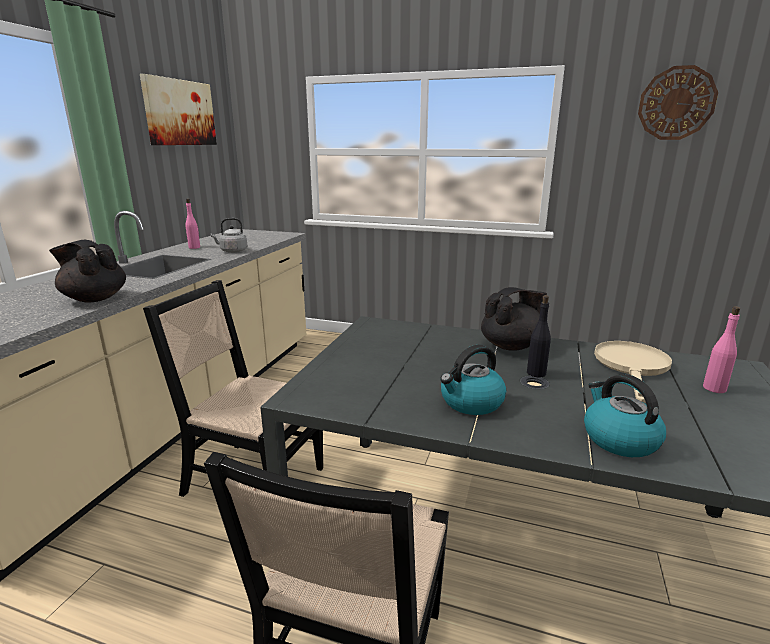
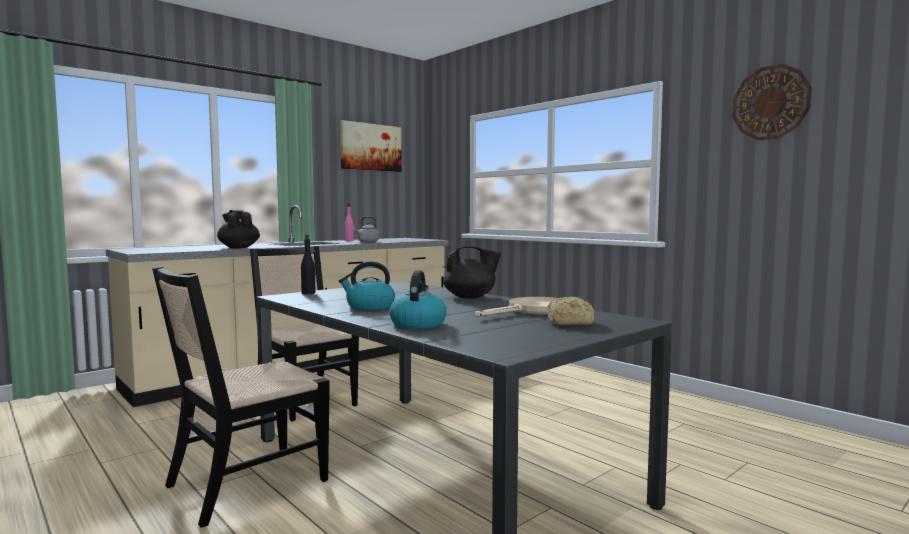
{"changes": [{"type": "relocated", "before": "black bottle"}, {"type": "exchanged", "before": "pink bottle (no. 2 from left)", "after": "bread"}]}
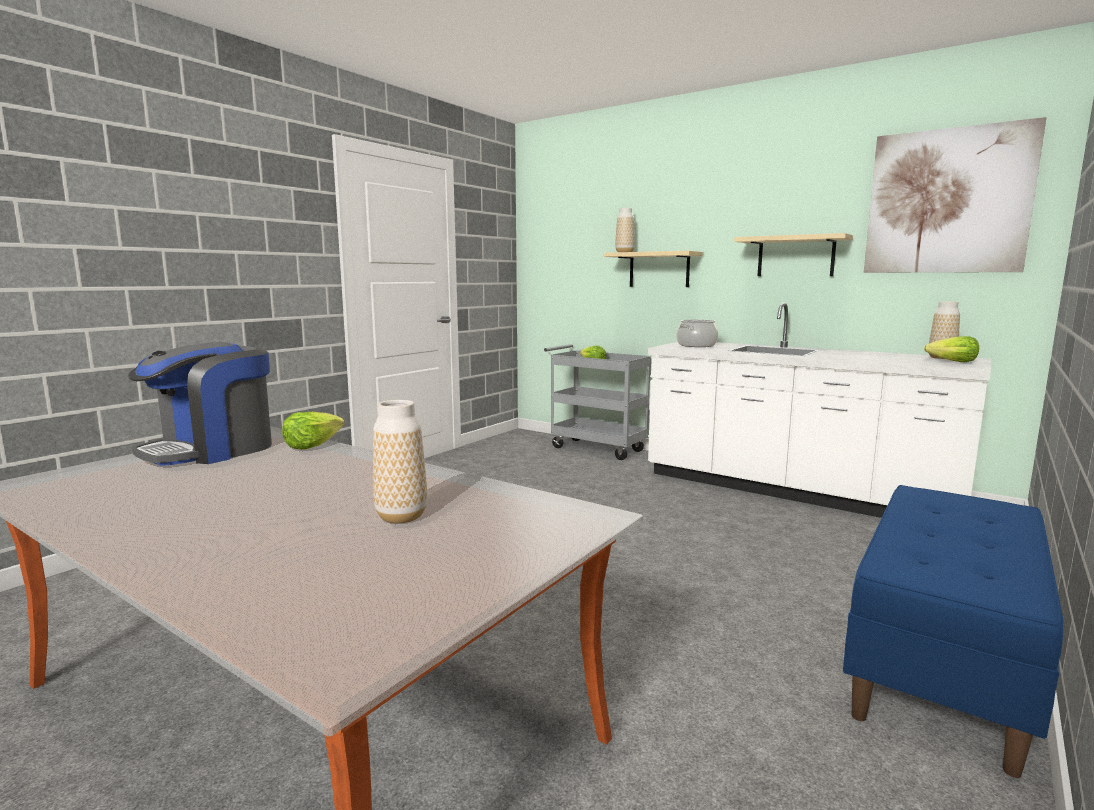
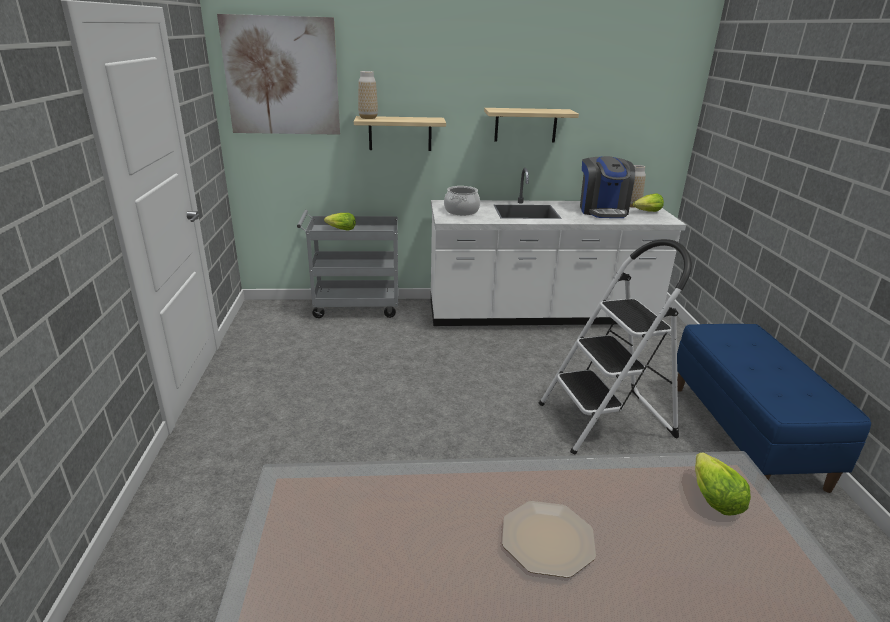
{"changes": [{"type": "relocated", "before": "picture"}, {"type": "relocated", "before": "coffee machine"}, {"type": "missing", "before": "vase (no. 1 from left)"}, {"type": "relocated", "before": "lettuce (no. 1 from left in the first image)", "after": "lettuce (no. 3 from left)"}, {"type": "appeared", "after": "step ladder"}, {"type": "appeared", "after": "plate"}]}
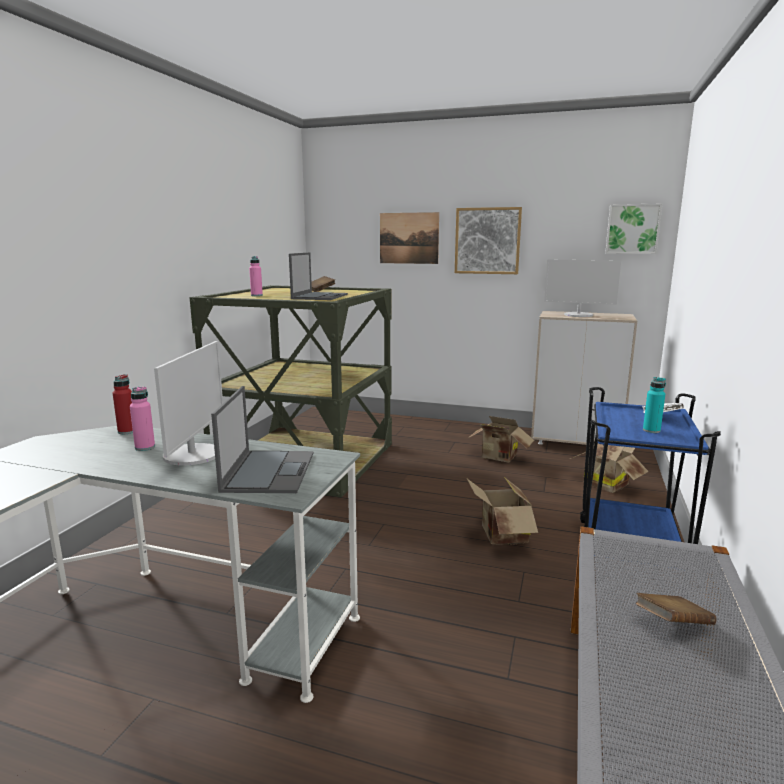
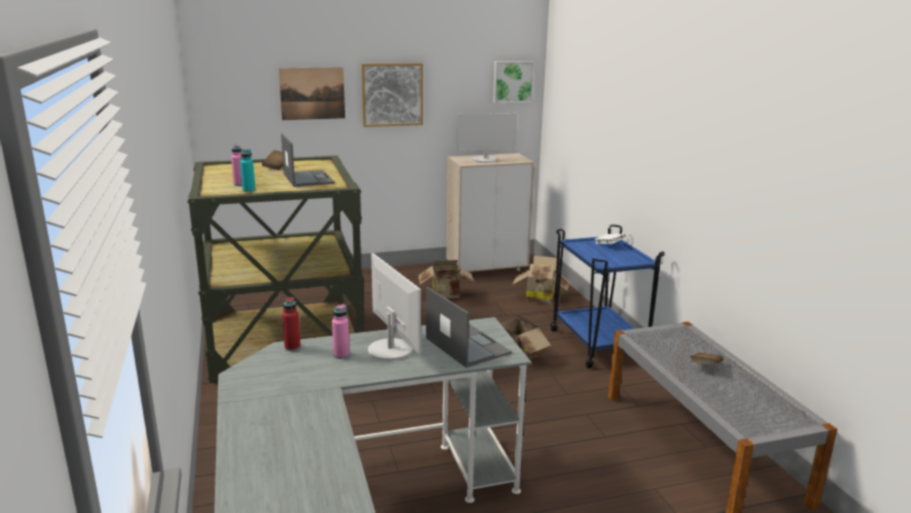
{"changes": [{"type": "relocated", "before": "turquoise bottle"}]}
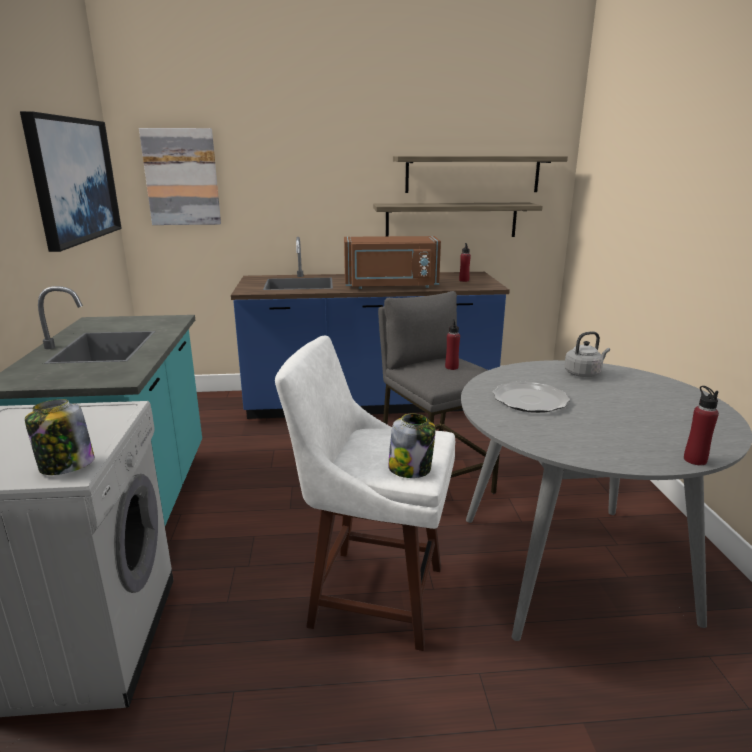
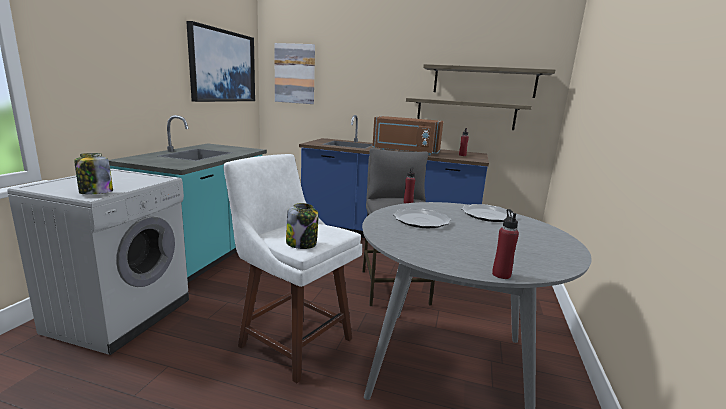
{"changes": [{"type": "exchanged", "before": "grey kettle", "after": "plate (no. 2 from left)"}]}
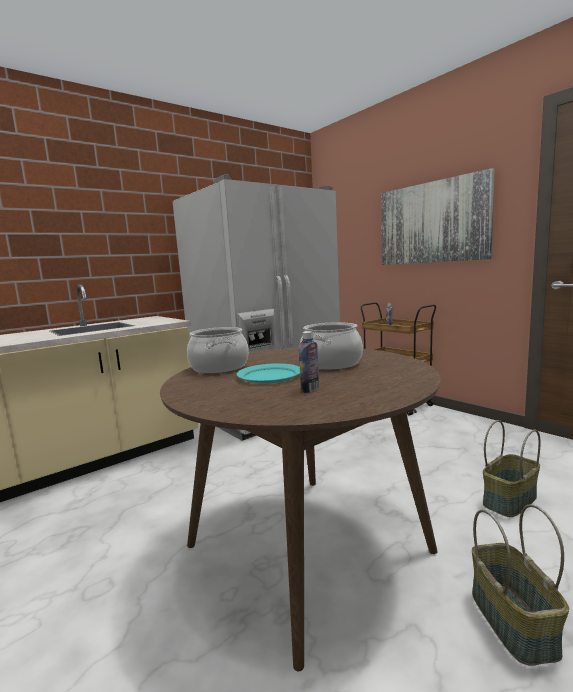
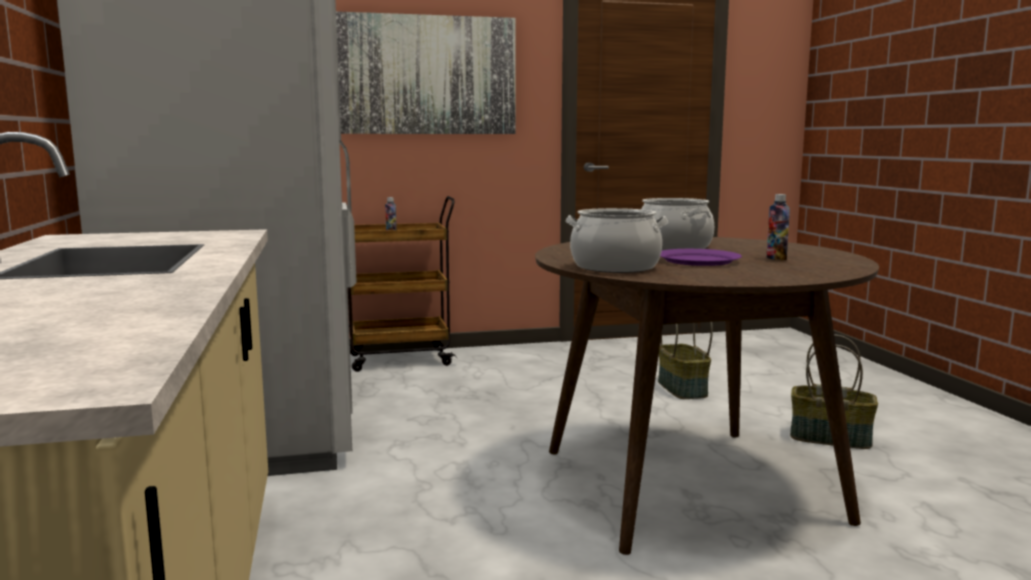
{"changes": [{"type": "colour", "before": "turquoise plate", "after": "purple plate"}]}
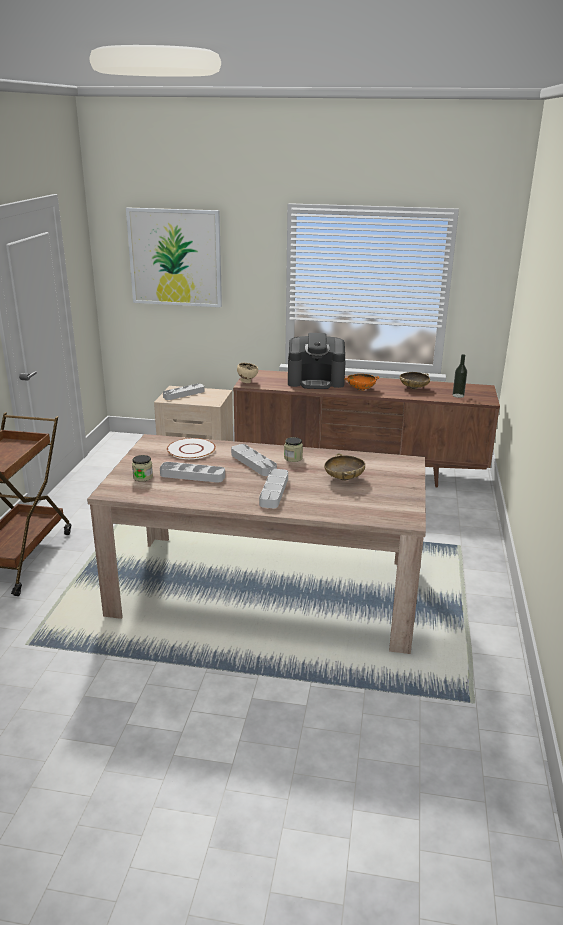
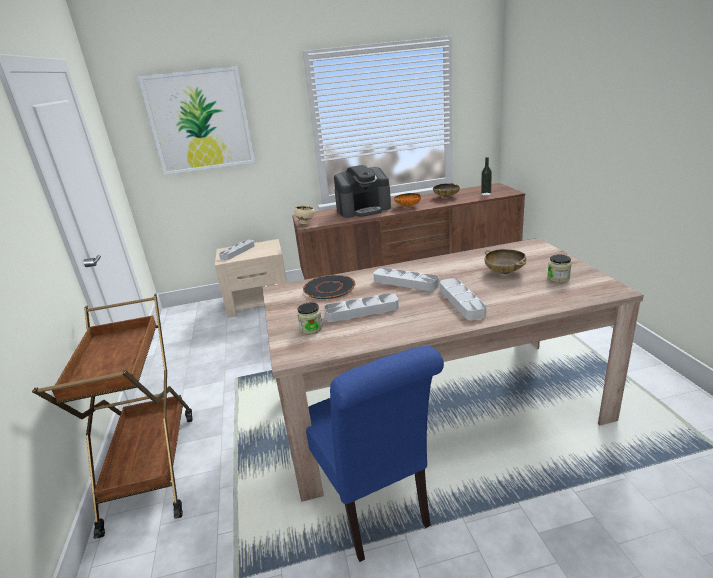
{"changes": [{"type": "relocated", "before": "jar (no. 2 from left)"}, {"type": "colour", "before": "white plate", "after": "black plate"}, {"type": "appeared", "after": "blue chair"}]}
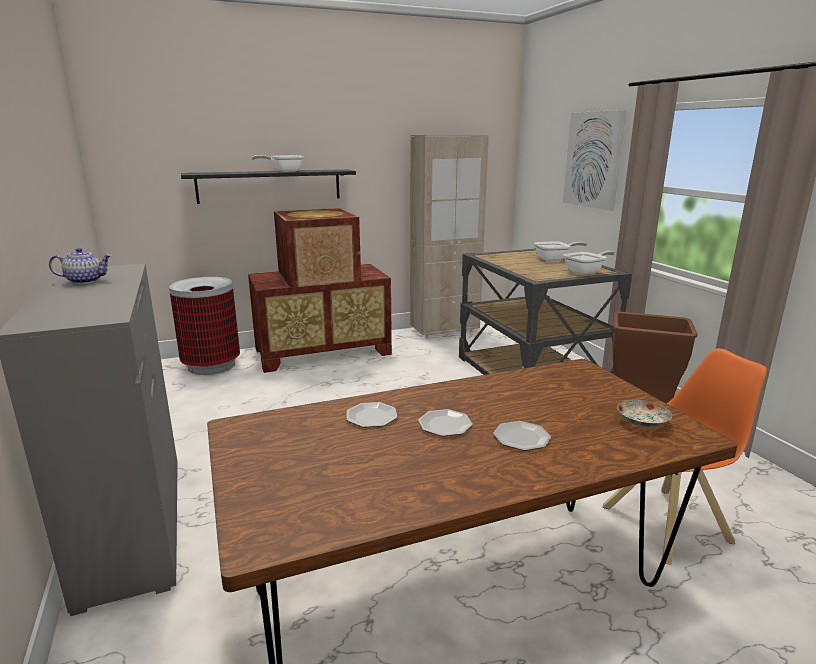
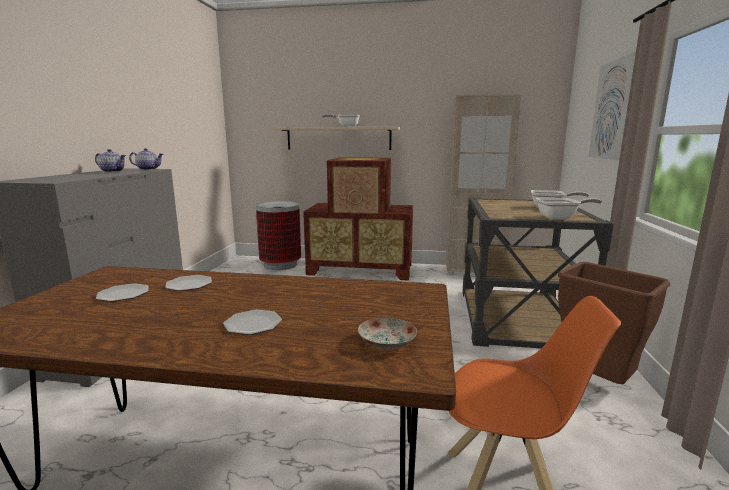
{"changes": [{"type": "colour", "before": "black shelf", "after": "beige shelf"}, {"type": "relocated", "before": "plate (no. 2 from left in the first image)", "after": "plate (no. 1 from left)"}, {"type": "appeared", "after": "teapot (no. 2 from left)"}]}
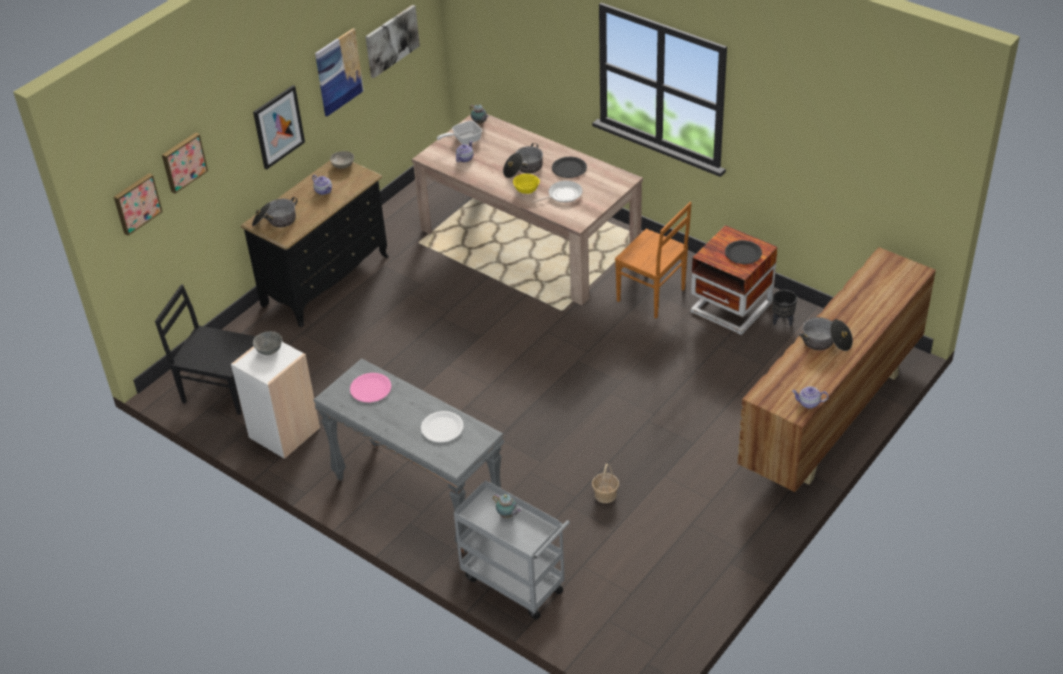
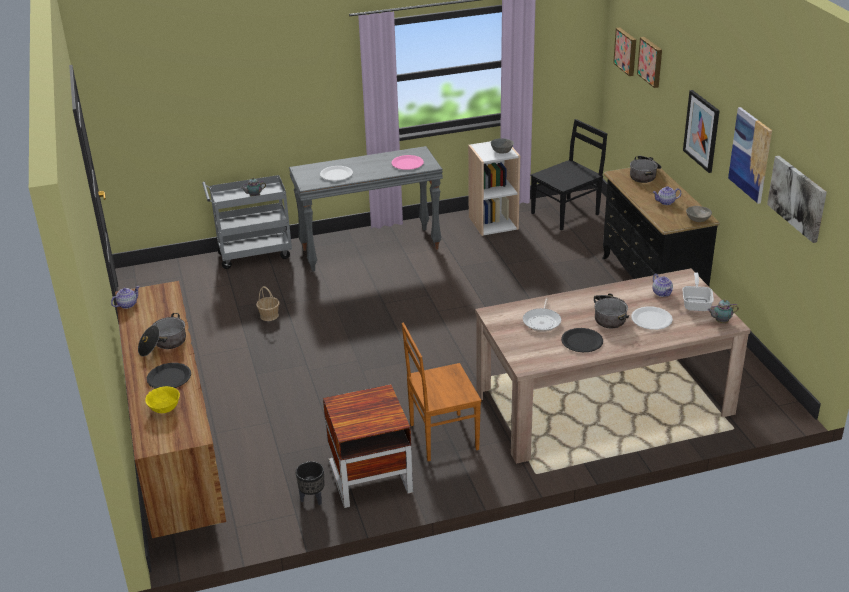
{"changes": [{"type": "relocated", "before": "yellow bowl"}, {"type": "relocated", "before": "black plate (no. 2 from left in the first image)", "after": "black plate (no. 1 from left)"}, {"type": "appeared", "after": "white plate (no. 2 from left)"}]}
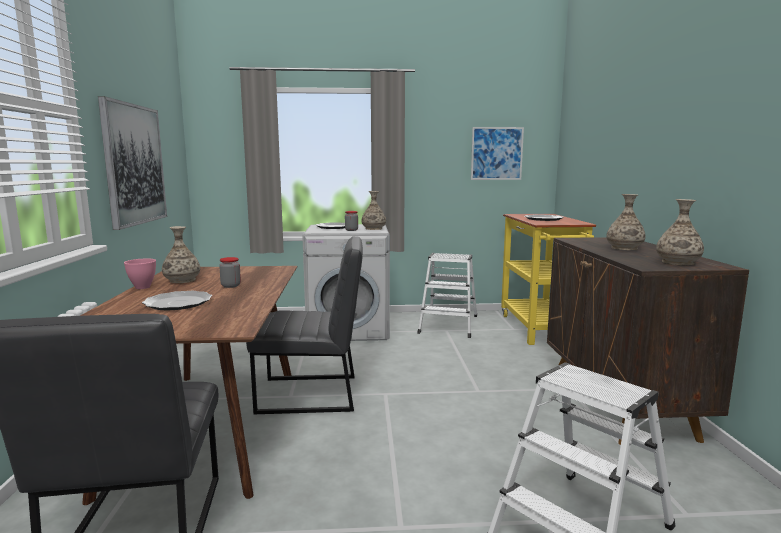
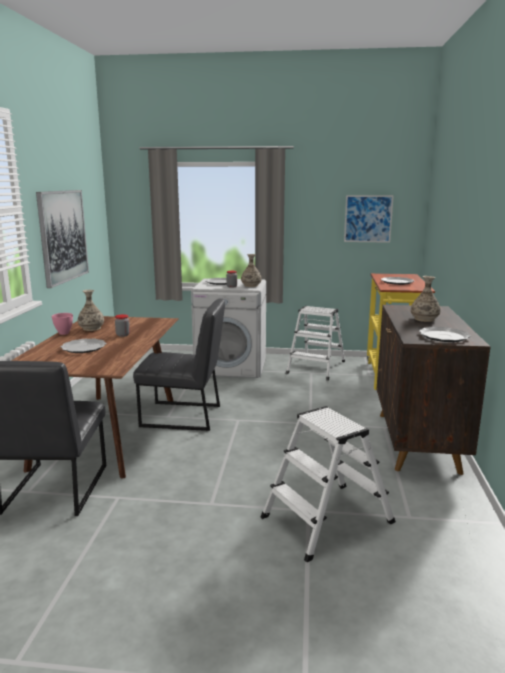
{"changes": [{"type": "exchanged", "before": "vase (no. 4 from left)", "after": "plate (no. 4 from left)"}]}
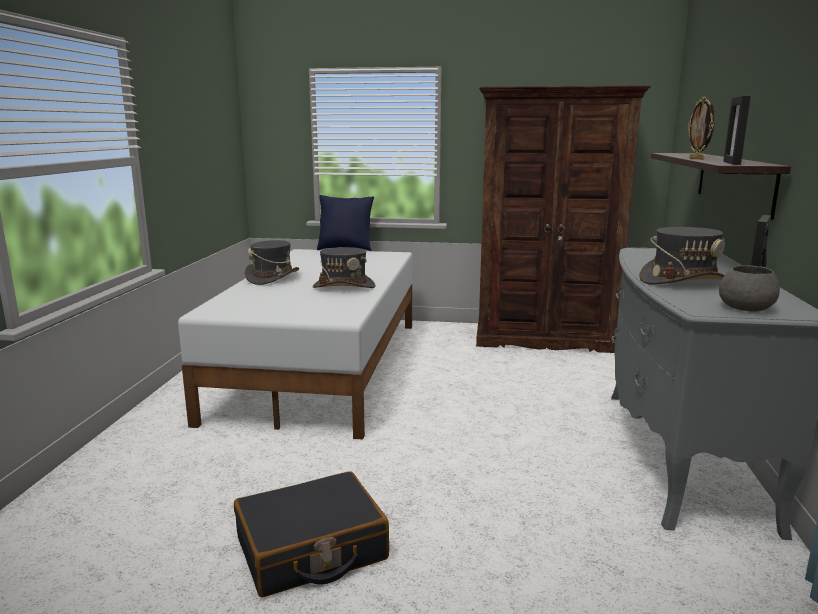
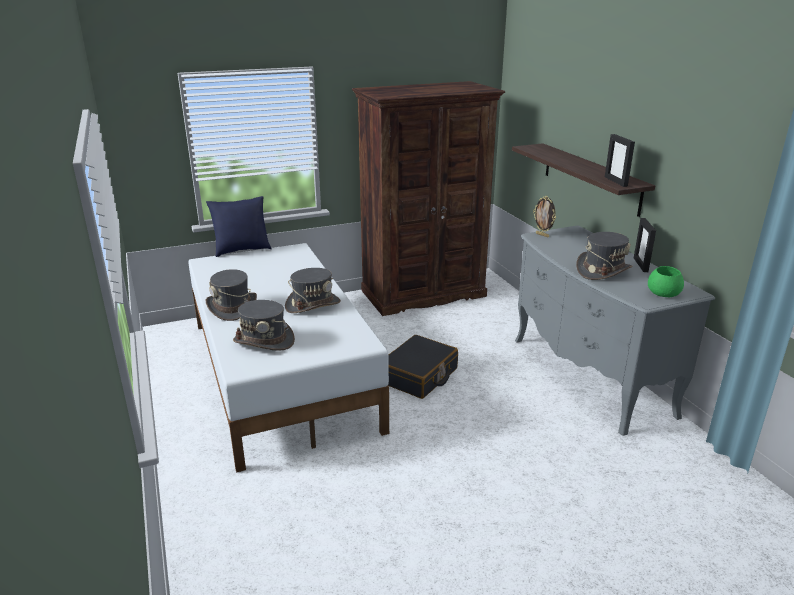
{"changes": [{"type": "relocated", "before": "picture frame (no. 1 from left)"}, {"type": "colour", "before": "grey bowl", "after": "green bowl"}, {"type": "relocated", "before": "black suitcase"}, {"type": "appeared", "after": "grey hat (no. 2 from left)"}]}
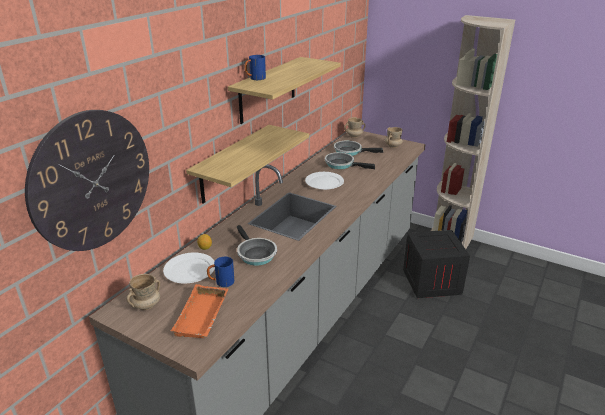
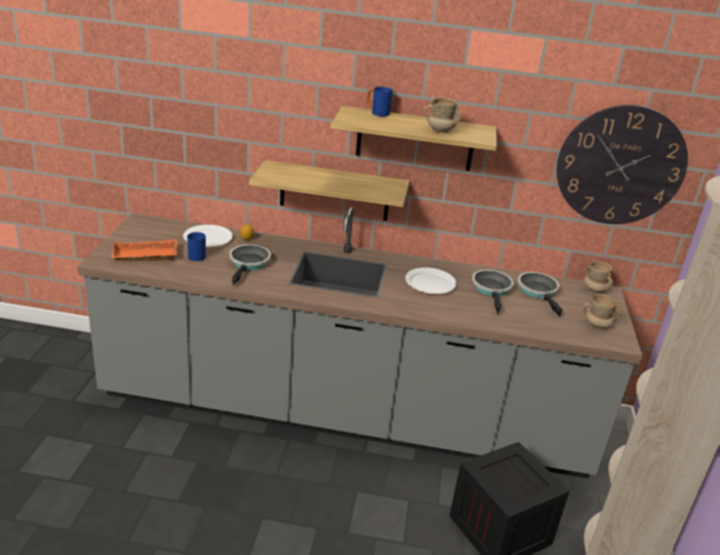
{"changes": [{"type": "relocated", "before": "wall clock"}, {"type": "spun", "before": "frying pan (no. 1 from left)", "turn": 150}, {"type": "relocated", "before": "beige mug (no. 1 from left)"}]}
